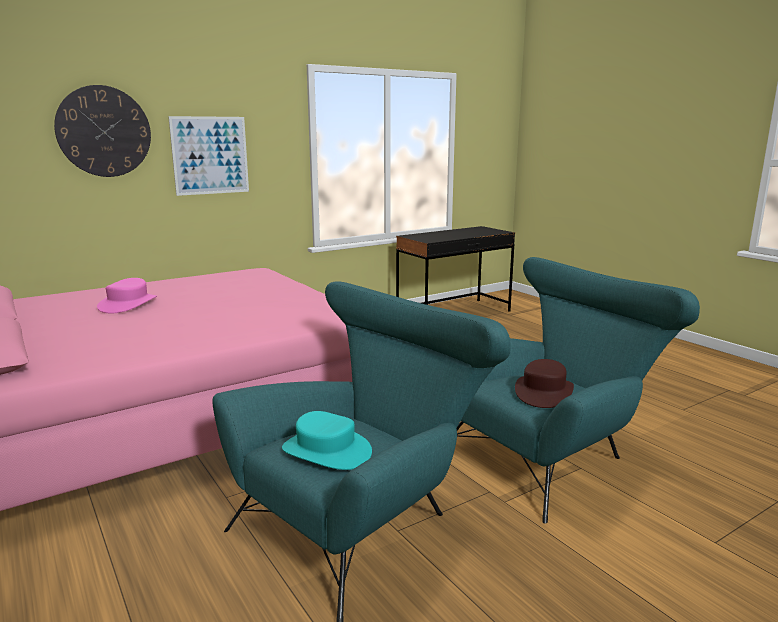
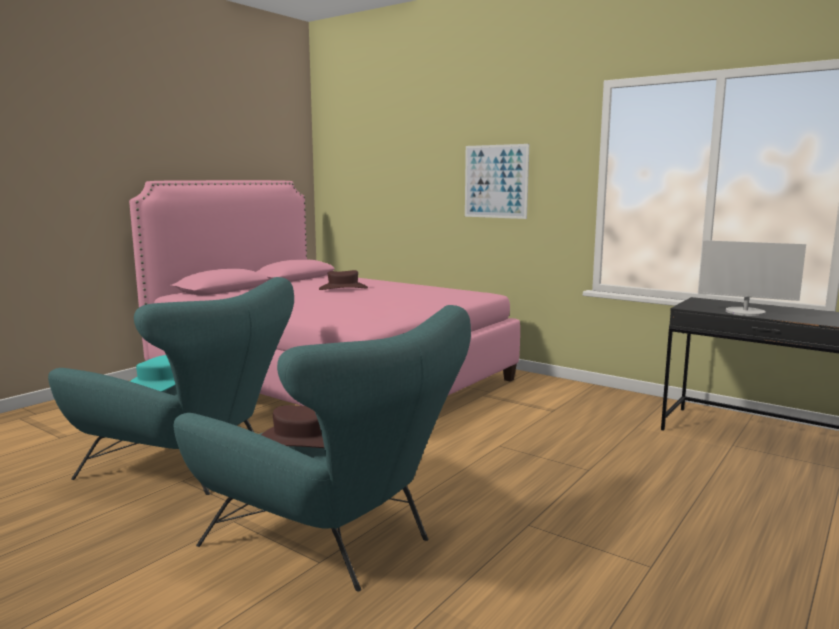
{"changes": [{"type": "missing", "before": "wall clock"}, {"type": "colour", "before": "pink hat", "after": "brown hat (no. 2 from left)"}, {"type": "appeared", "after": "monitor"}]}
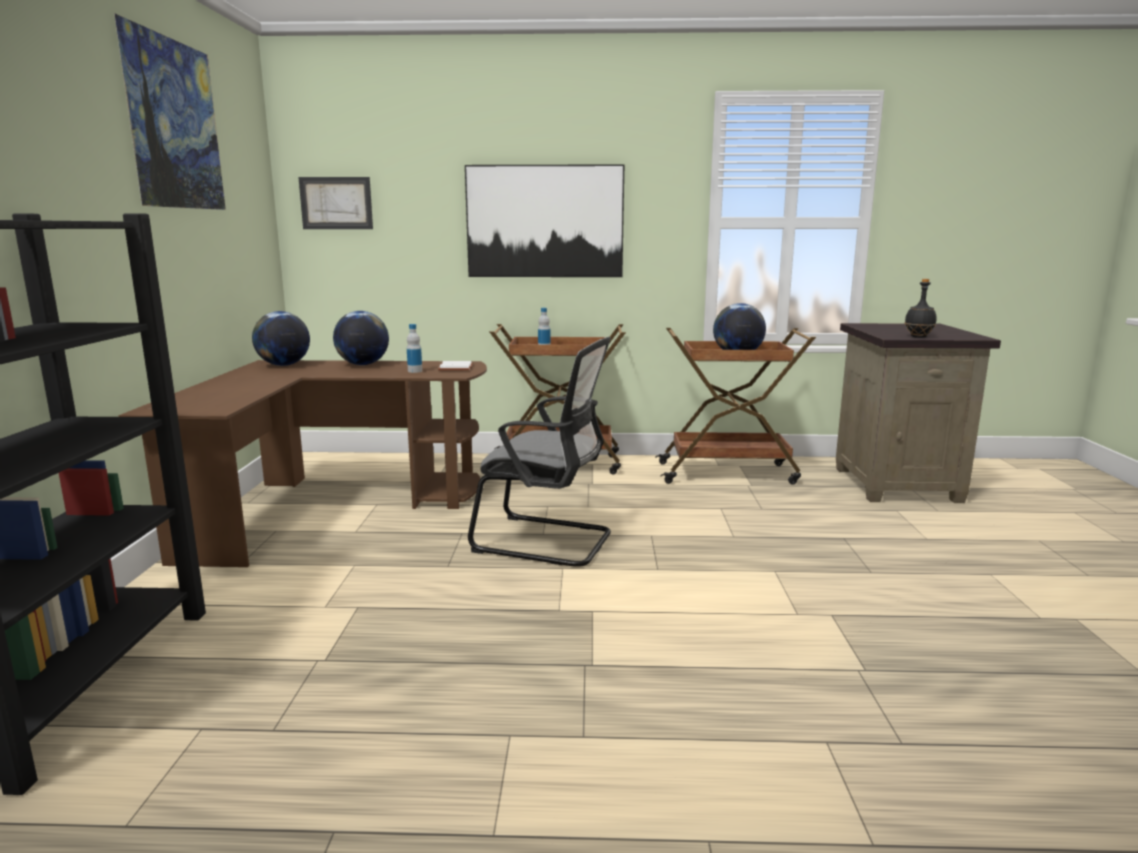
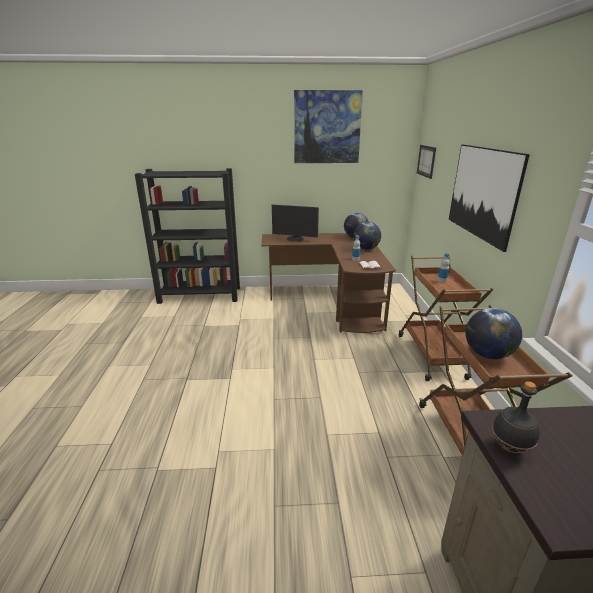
{"changes": [{"type": "missing", "before": "chair"}, {"type": "appeared", "after": "monitor"}]}
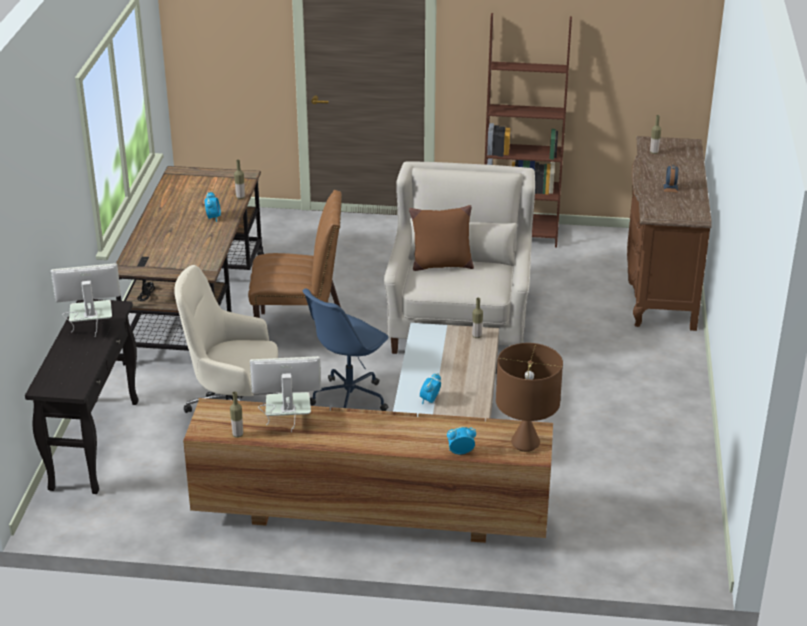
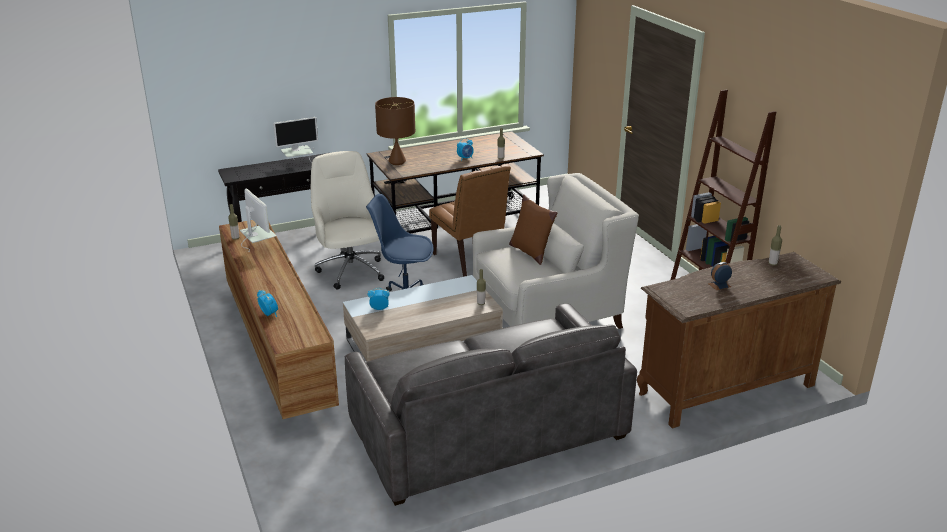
{"changes": [{"type": "spun", "before": "monitor (no. 1 from left in the first image)", "turn": 105}, {"type": "relocated", "before": "brown table lamp"}, {"type": "appeared", "after": "grey sofa"}]}
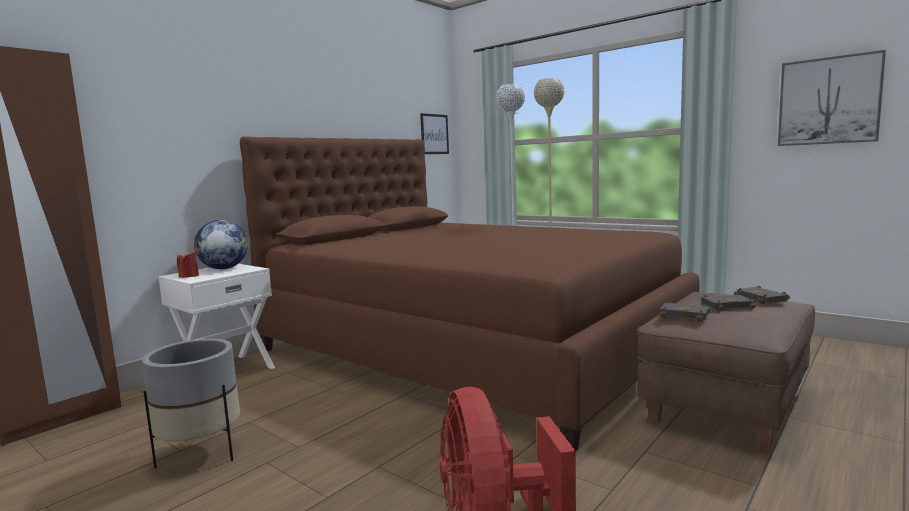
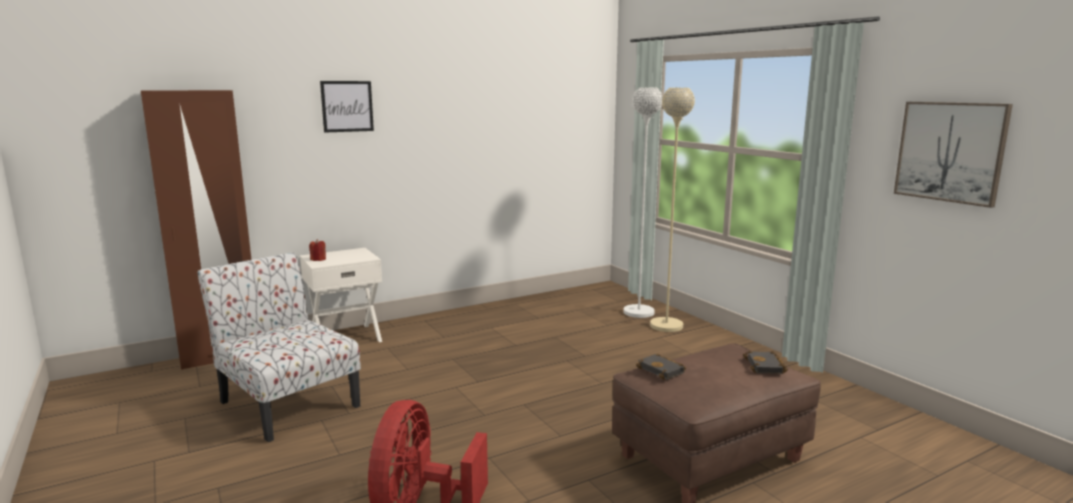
{"changes": [{"type": "relocated", "before": "picture (no. 1 from left)"}, {"type": "missing", "before": "brown bed"}, {"type": "missing", "before": "globe"}, {"type": "missing", "before": "black book (no. 2 from left)"}, {"type": "exchanged", "before": "grey planter", "after": "chair"}]}
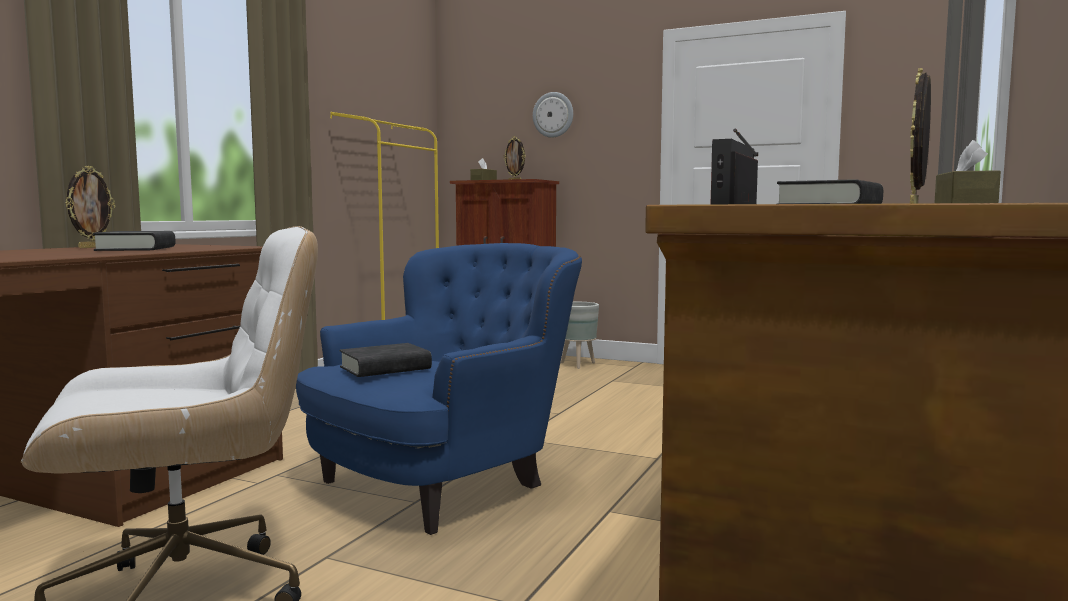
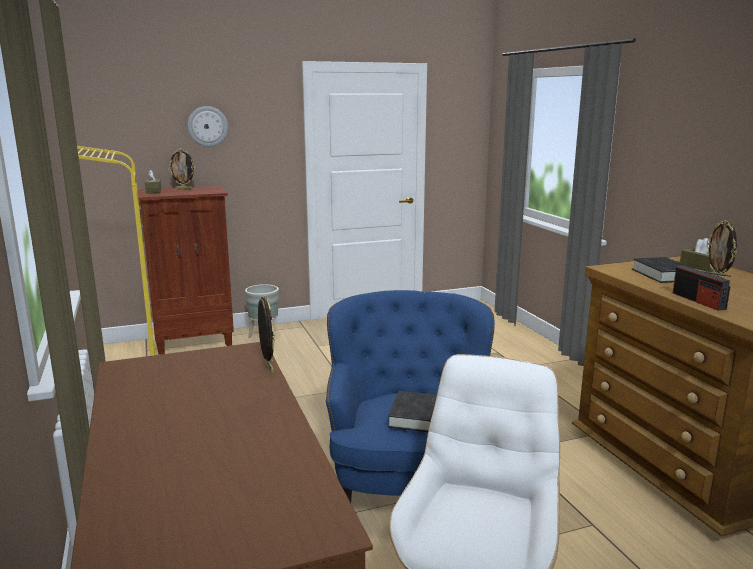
{"changes": [{"type": "relocated", "before": "picture frame (no. 1 from left in the first image)", "after": "picture frame (no. 2 from left)"}, {"type": "missing", "before": "black book (no. 1 from left)"}]}
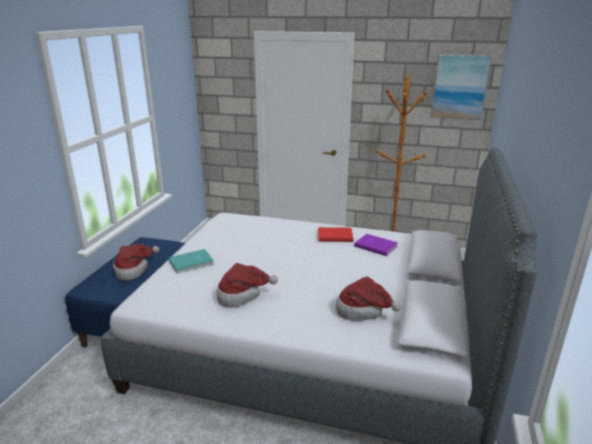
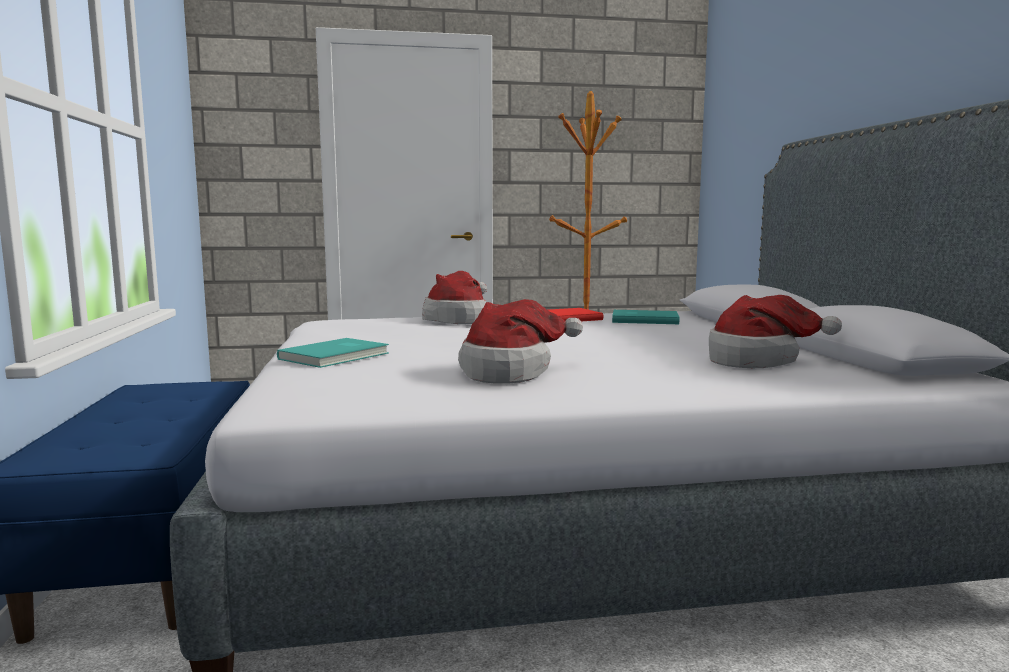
{"changes": [{"type": "missing", "before": "picture"}, {"type": "colour", "before": "purple book", "after": "turquoise book (no. 2 from left)"}, {"type": "relocated", "before": "hat (no. 1 from left)"}]}
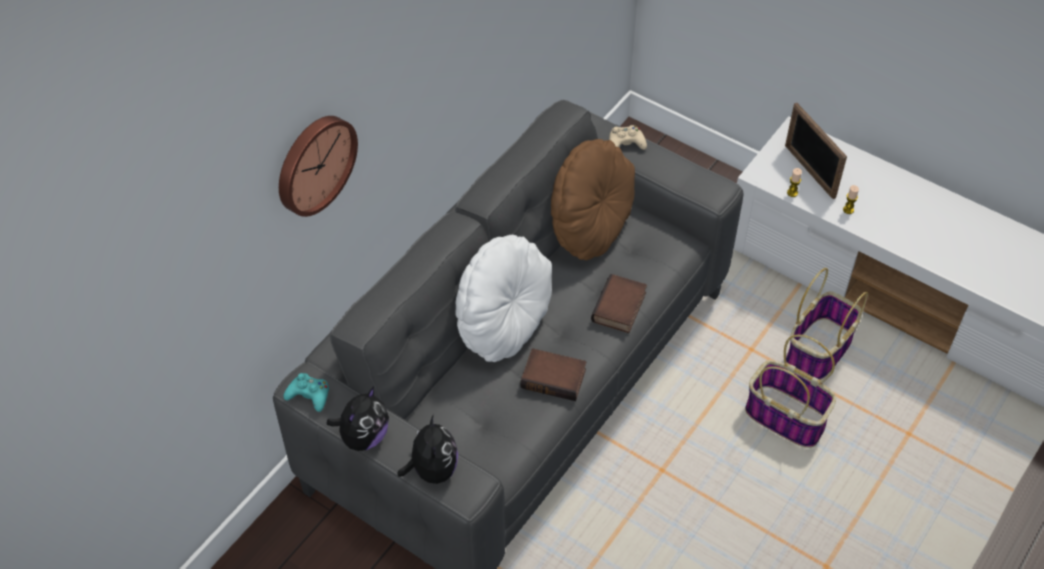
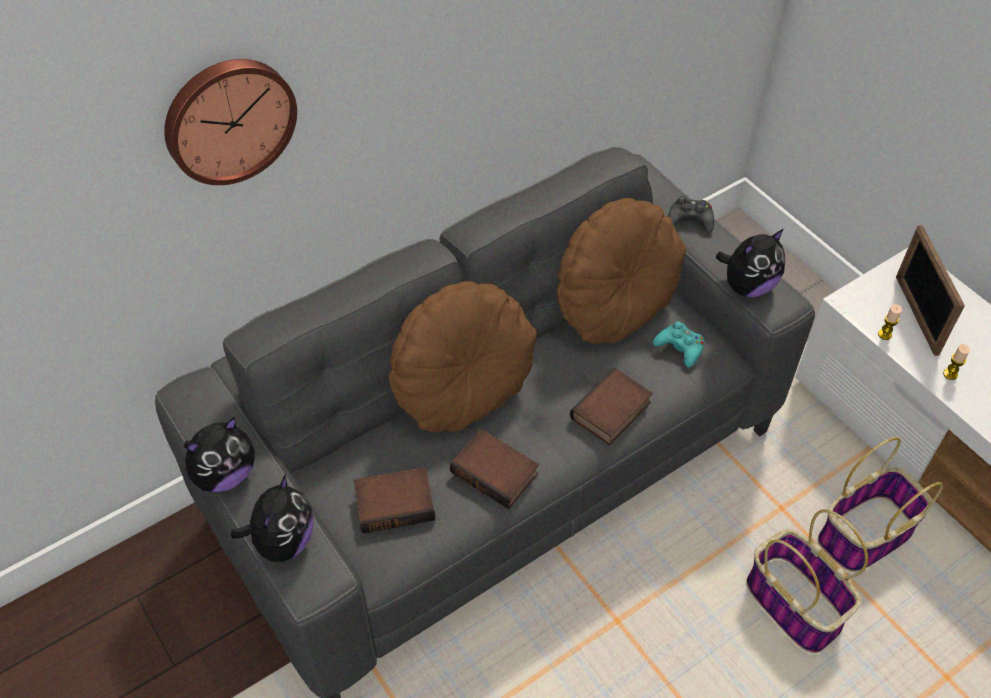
{"changes": [{"type": "colour", "before": "beige game controller", "after": "black game controller"}, {"type": "colour", "before": "white pillow", "after": "brown pillow (no. 1 from left)"}, {"type": "relocated", "before": "turquoise game controller"}, {"type": "appeared", "after": "plush toy (no. 3 from left)"}, {"type": "appeared", "after": "book (no. 1 from left)"}]}
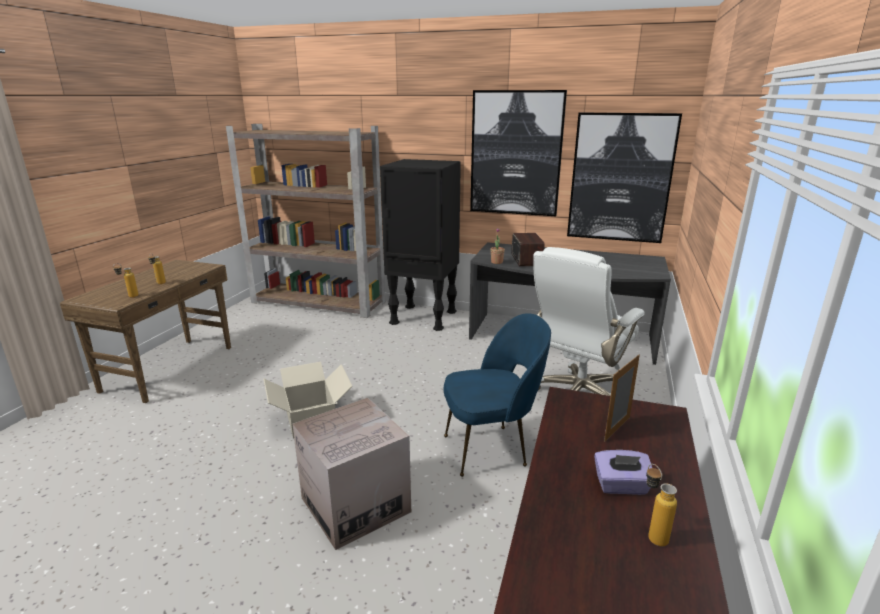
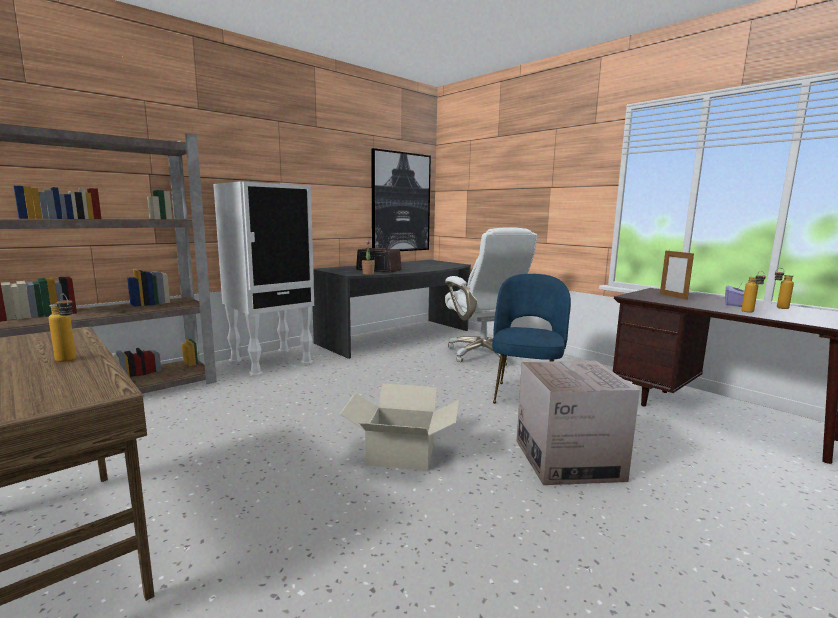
{"changes": [{"type": "missing", "before": "picture (no. 1 from left)"}, {"type": "colour", "before": "black cabinet", "after": "white cabinet"}, {"type": "relocated", "before": "bottle (no. 1 from left in the first image)", "after": "bottle (no. 2 from left)"}]}
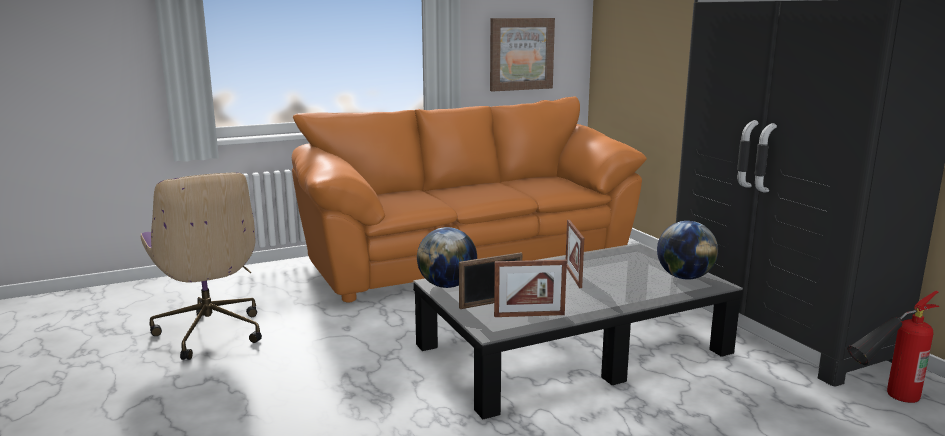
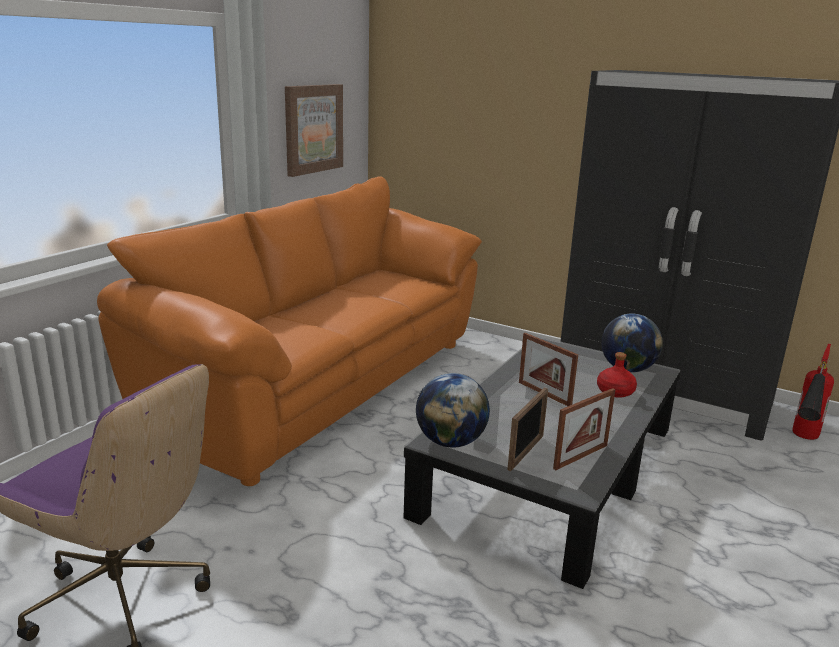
{"changes": [{"type": "appeared", "after": "red bottle"}]}
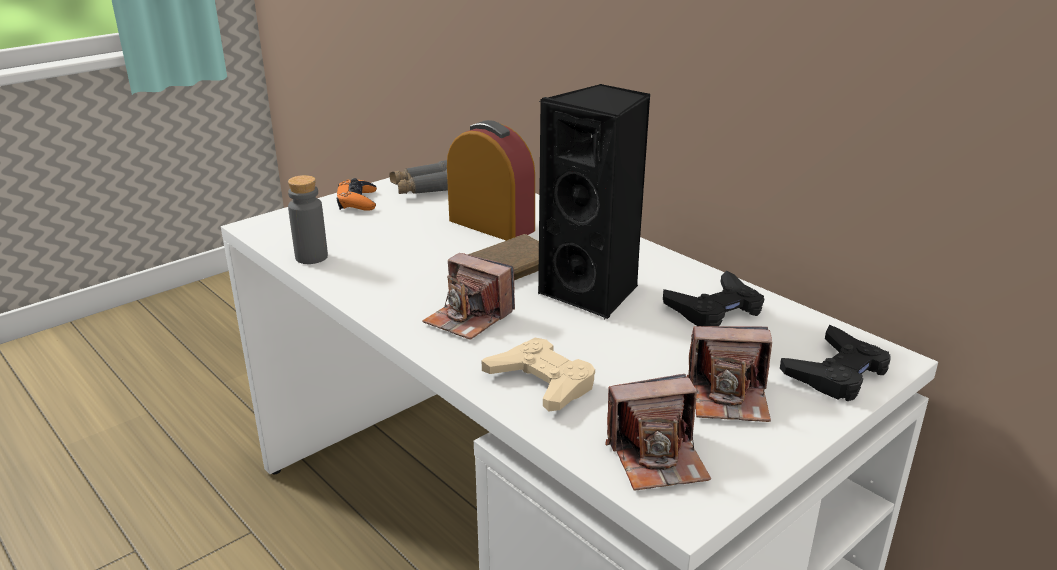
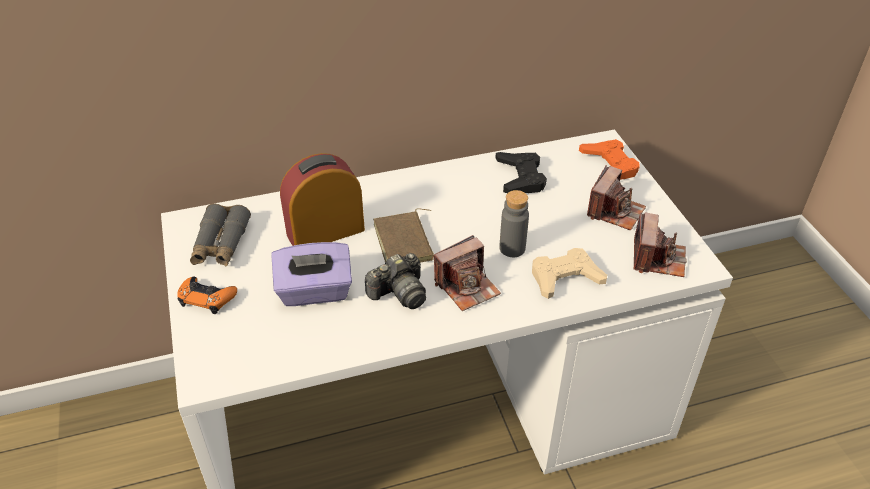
{"changes": [{"type": "missing", "before": "black speaker"}, {"type": "relocated", "before": "grey bottle"}, {"type": "colour", "before": "black game controller (no. 2 from left)", "after": "orange game controller (no. 2 from left)"}, {"type": "appeared", "after": "purple tissue box"}, {"type": "appeared", "after": "photo camera (no. 1 from left)"}]}
